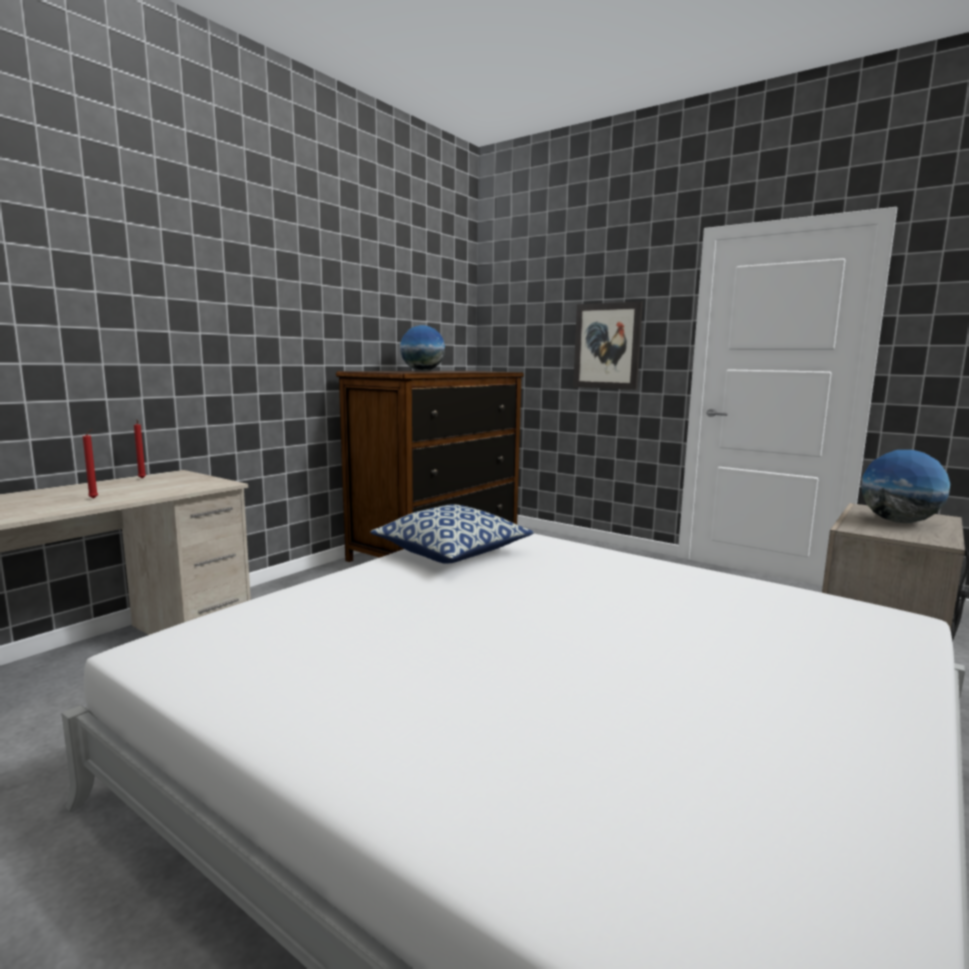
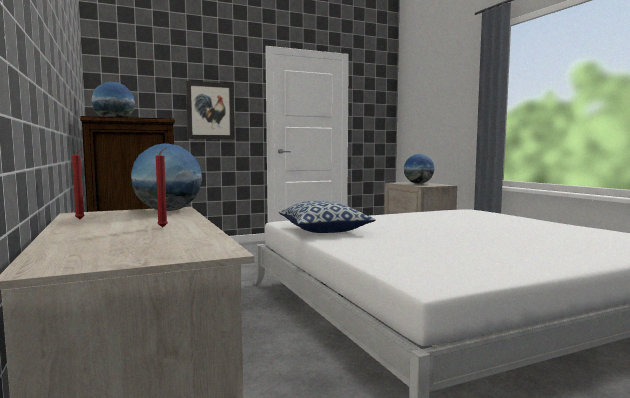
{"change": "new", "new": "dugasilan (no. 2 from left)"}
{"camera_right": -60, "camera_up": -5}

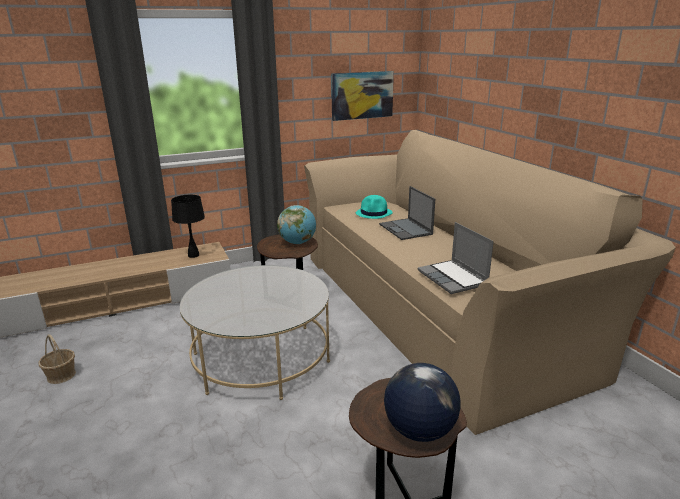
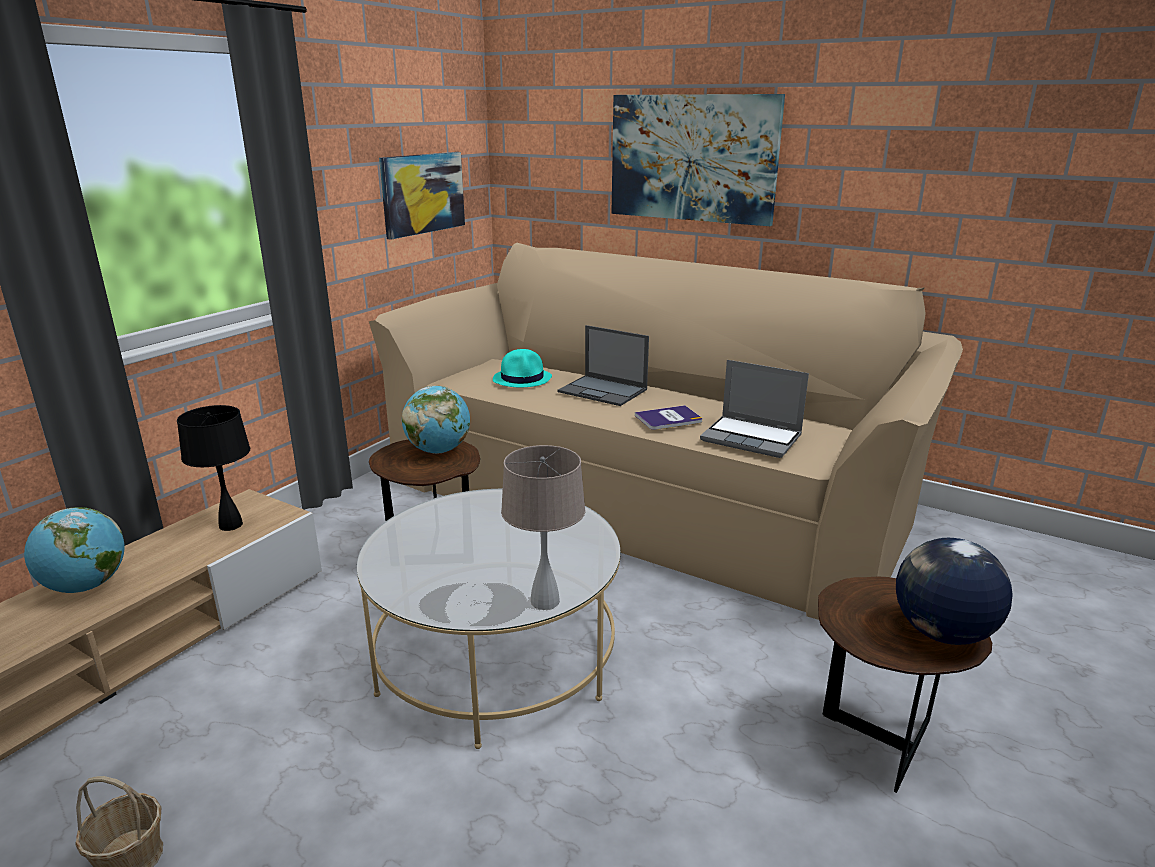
{"change": "new", "new": "dugasilan (no. 1 from left)"}
{"change": "new", "new": "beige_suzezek"}
{"change": "new", "new": "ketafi (no. 2 from left)"}
{"change": "new", "new": "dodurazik"}
{"camera_right": -35, "camera_up": 0}

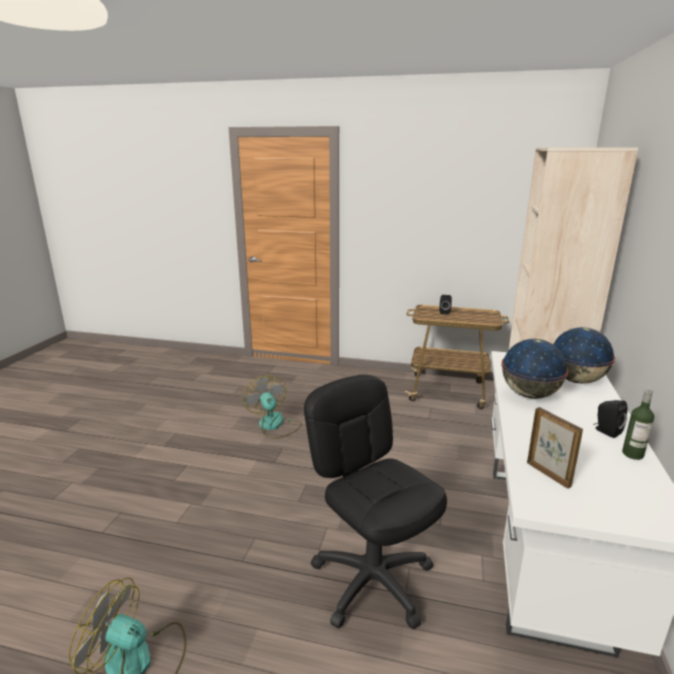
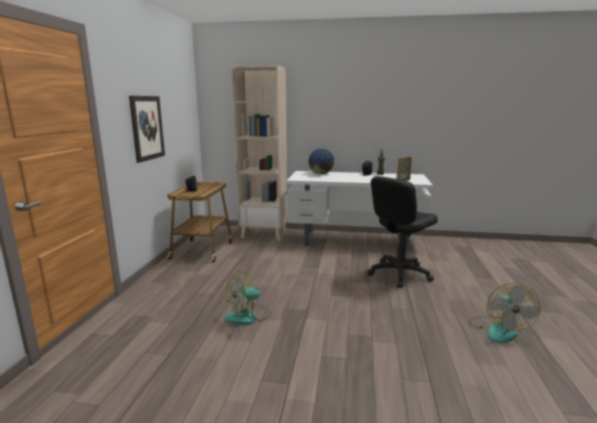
{"change": "gone", "old": "dugasilan (no. 1 from left)"}
{"change": "new", "new": "ketafi"}
{"camera_right": -95, "camera_up": -5}

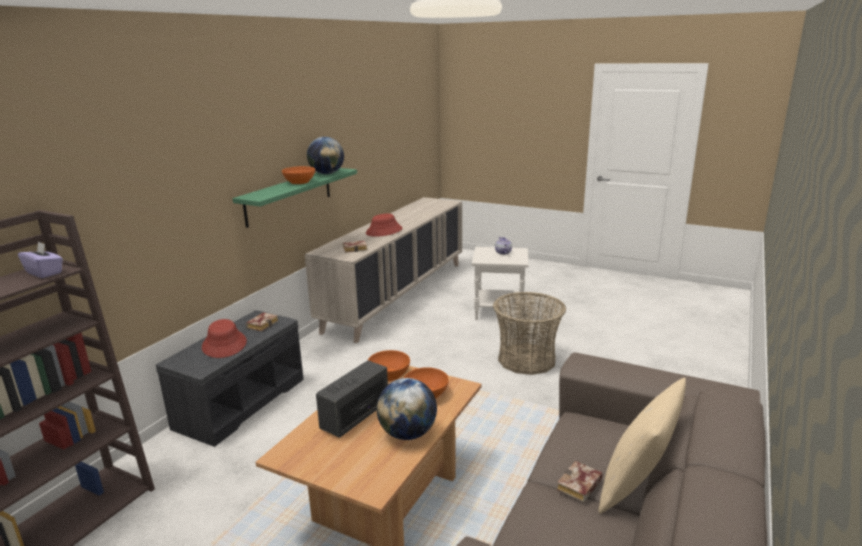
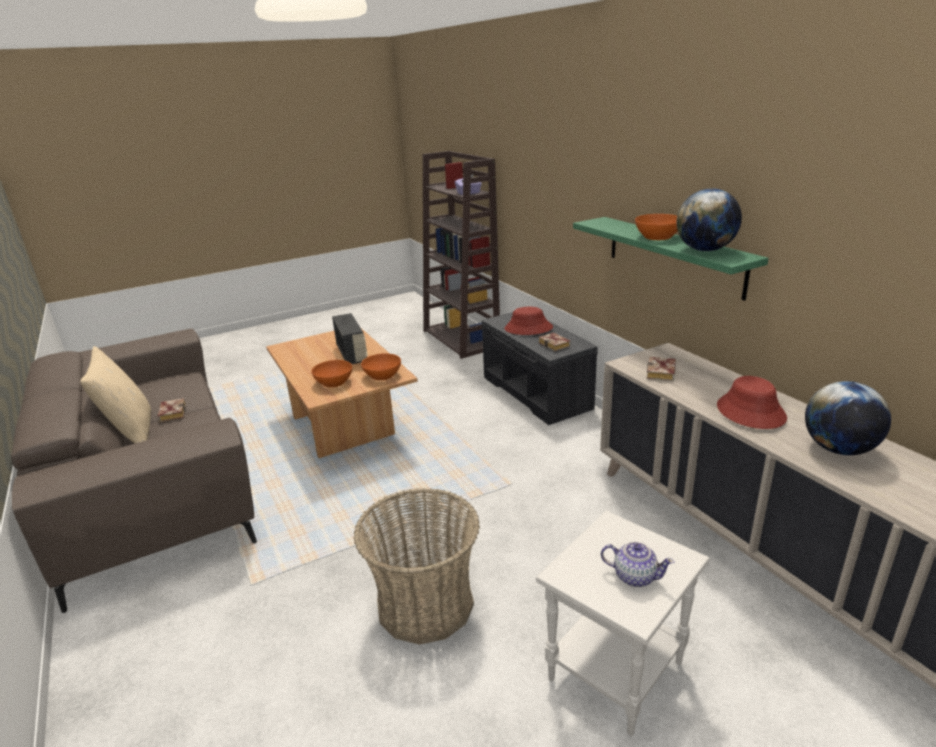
{"change": "shifted", "old": "dugasilan (no. 2 from left)"}
{"camera_right": 125, "camera_up": 5}

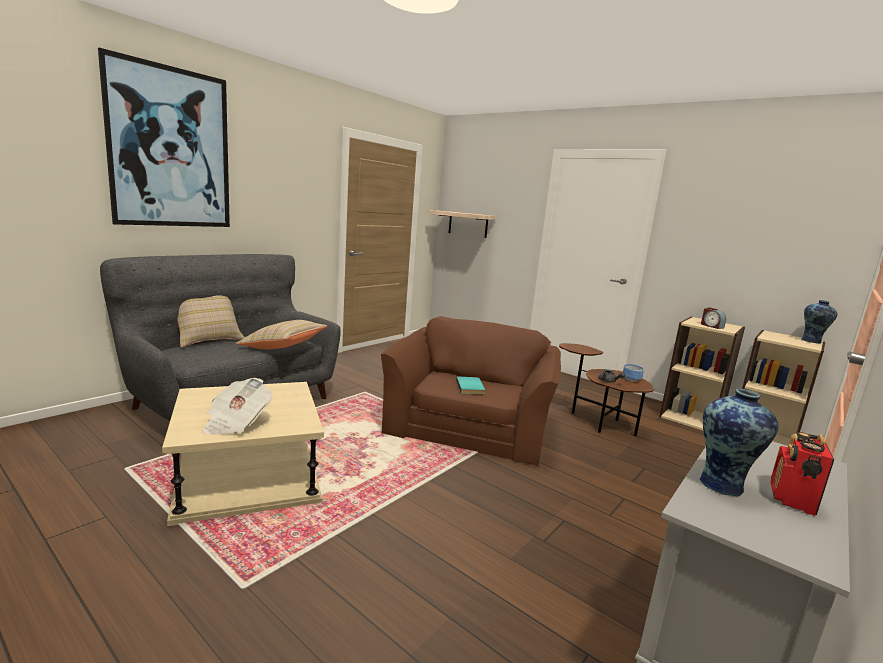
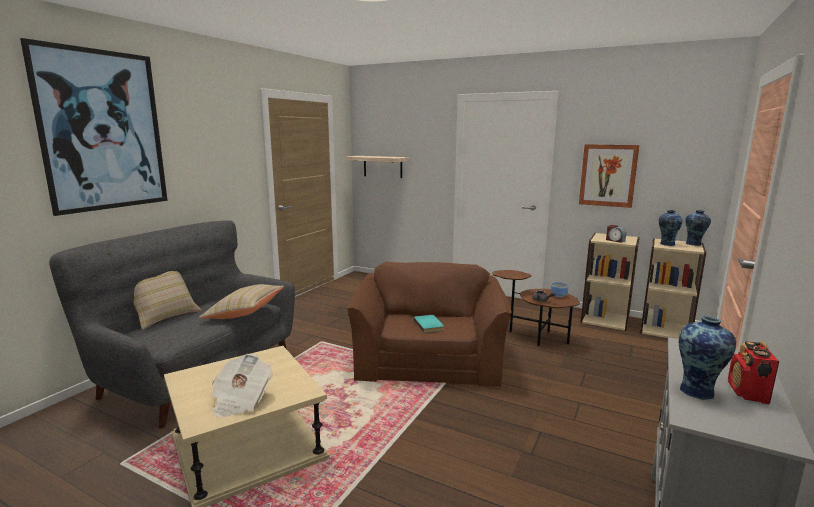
{"change": "new", "new": "ketafi (no. 2 from left)"}
{"change": "new", "new": "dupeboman (no. 1 from left)"}
{"camera_right": -10, "camera_up": 0}

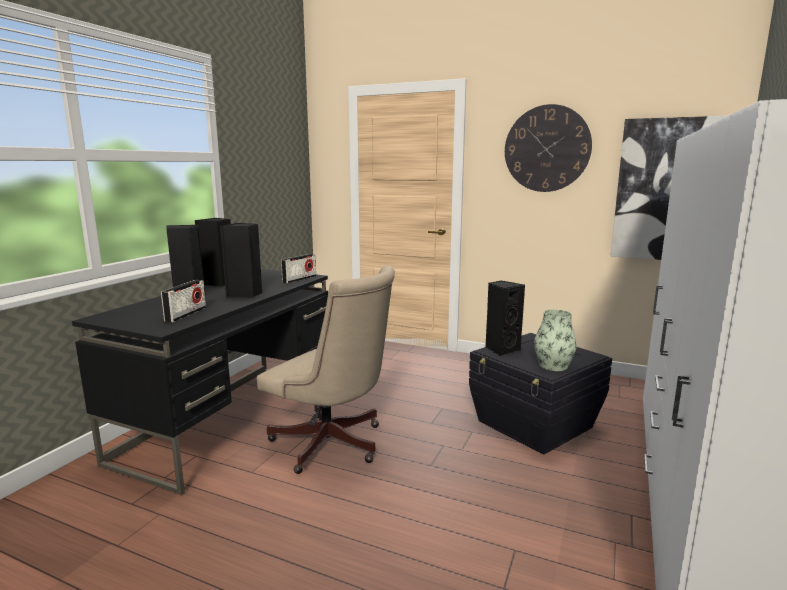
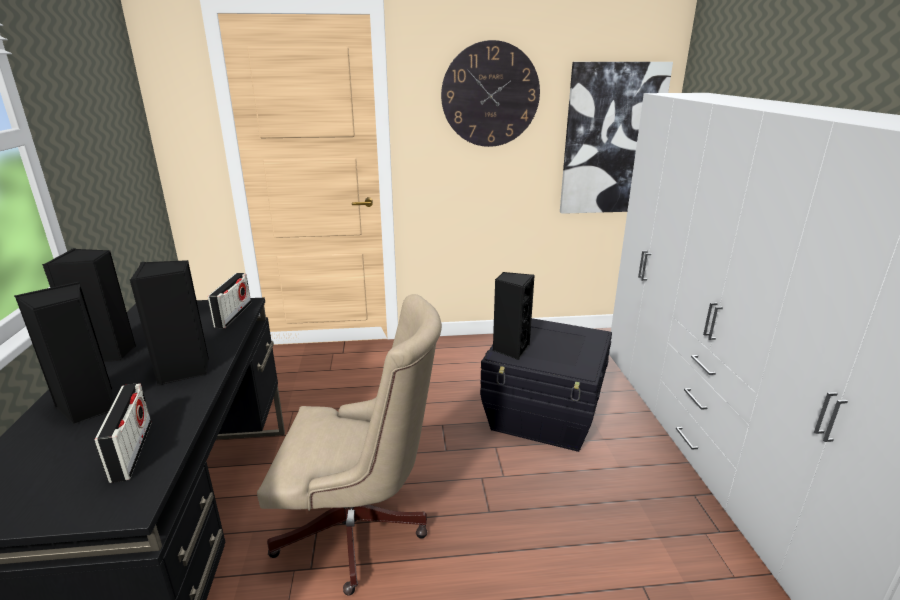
{"change": "gone", "old": "dupeboman"}
{"camera_right": -30, "camera_up": 10}

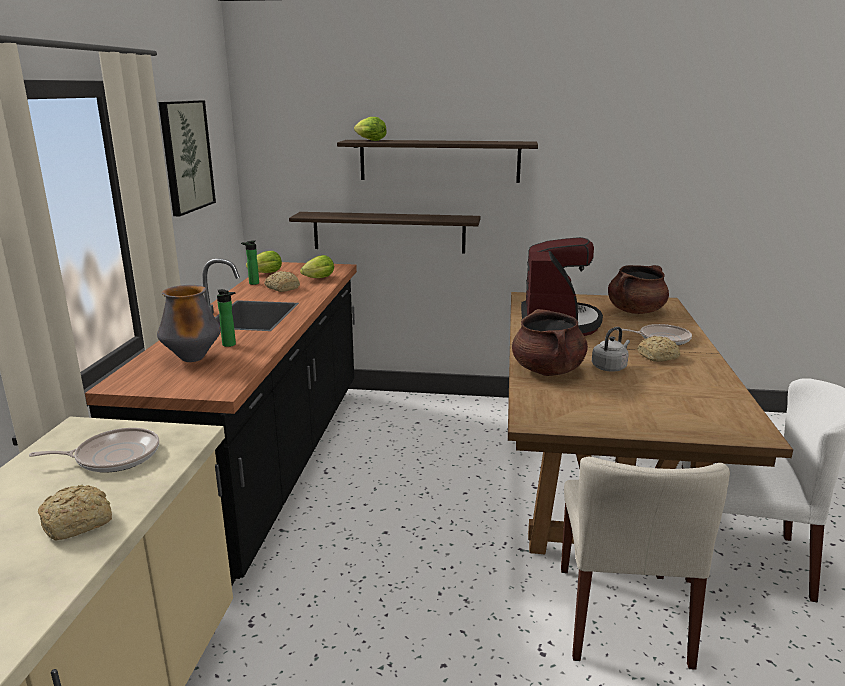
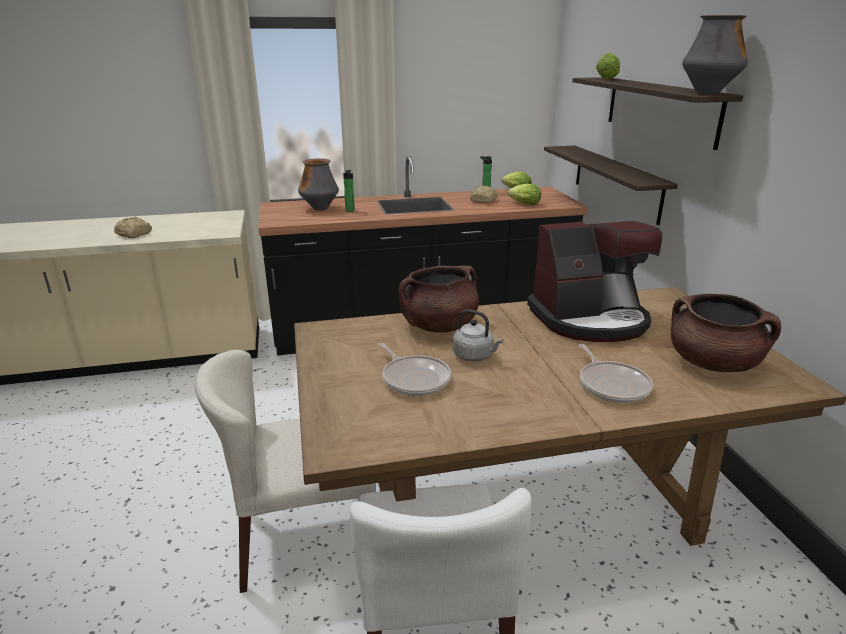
{"change": "shifted", "old": "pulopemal (no. 1 from left)"}
{"change": "gone", "old": "ketafi"}
{"change": "gone", "old": "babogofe (no. 3 from left)"}
{"change": "new", "new": "dupeboman (no. 2 from left)"}
{"camera_right": 70, "camera_up": 5}

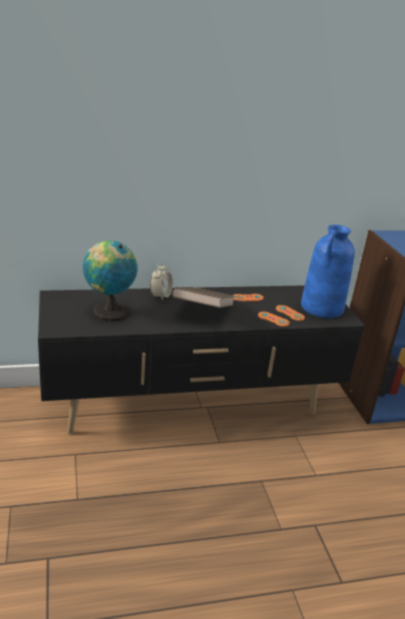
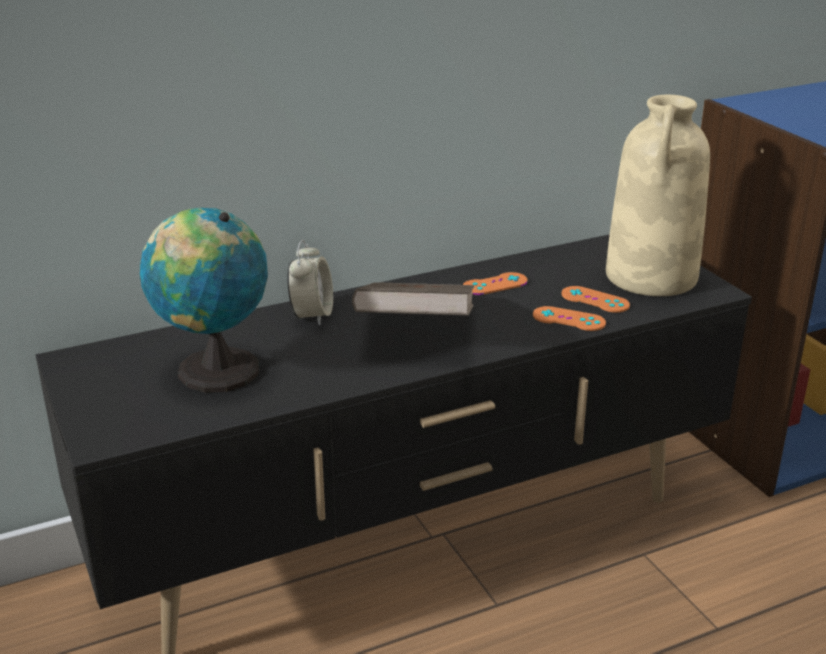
{"change": "repainted", "old": "blue_dupeboman", "new": "beige_dupeboman"}
{"camera_right": -10, "camera_up": 0}

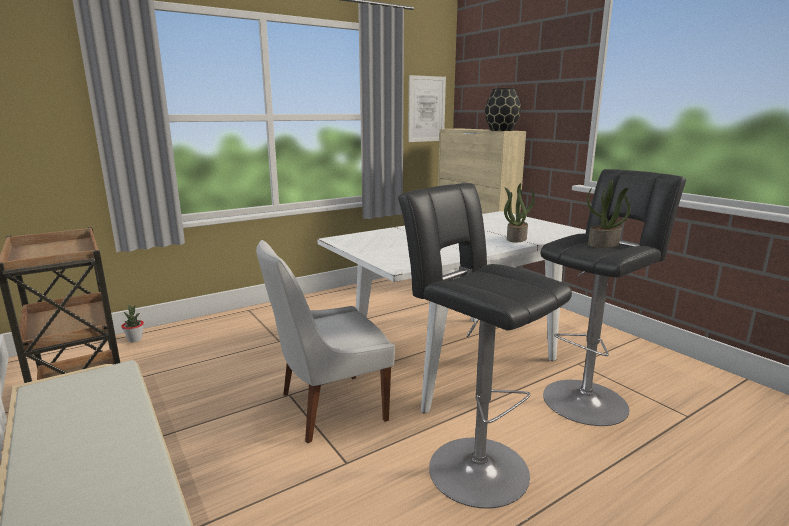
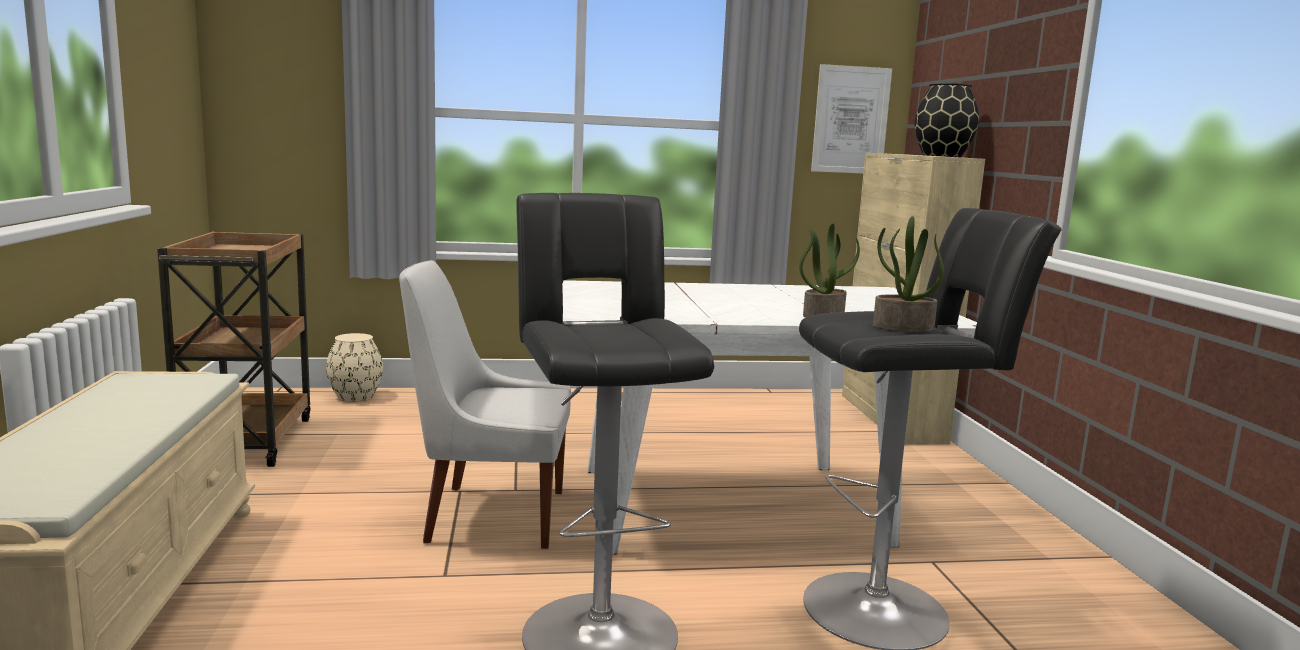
{"change": "swapped", "old": "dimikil (no. 1 from left)", "new": "beige_dupeboman"}
{"camera_right": 25, "camera_up": -5}

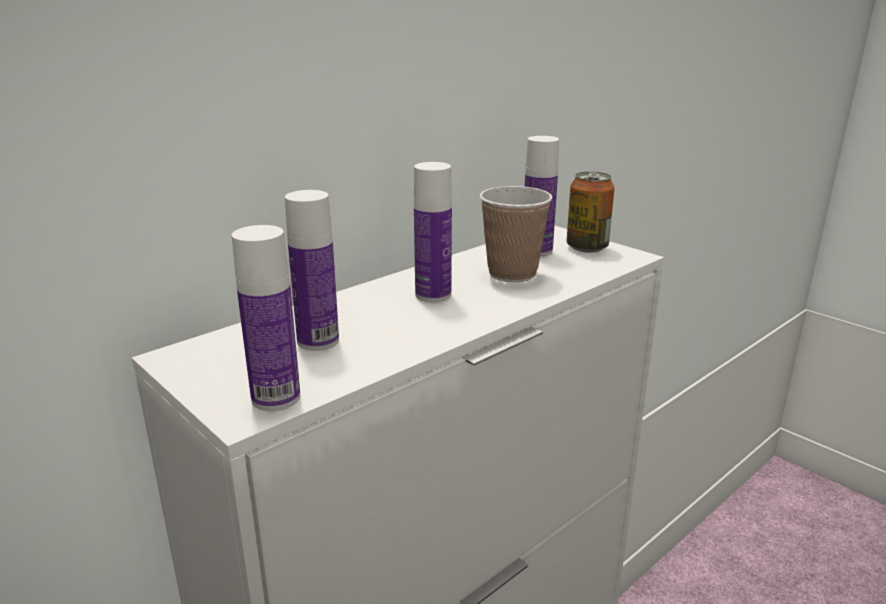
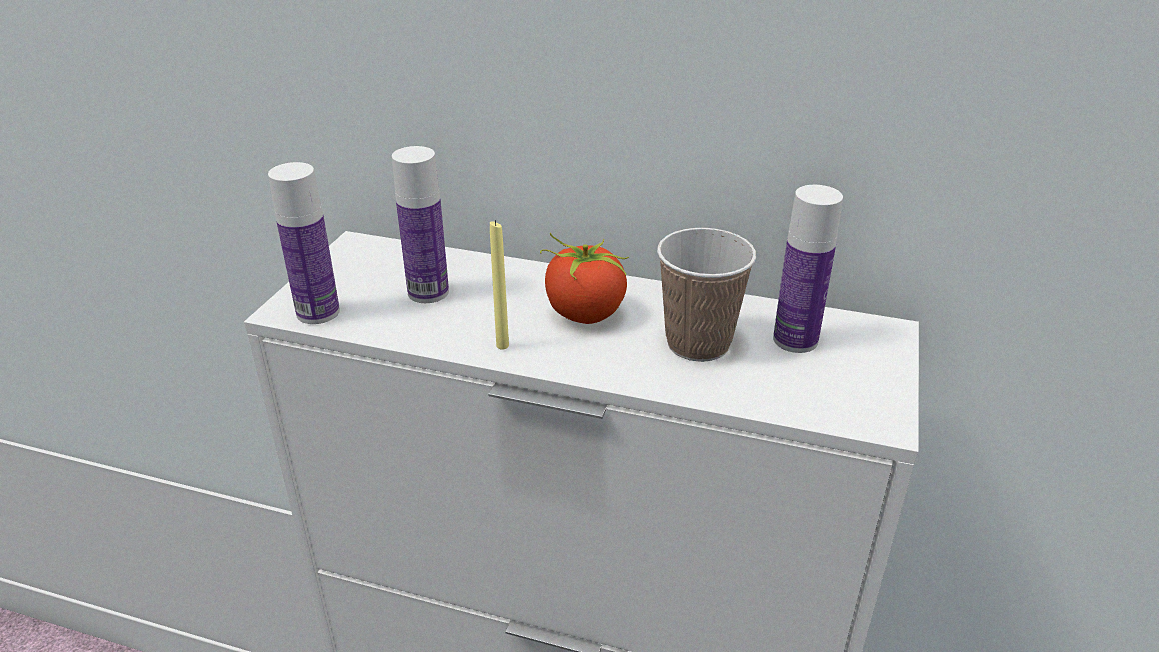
{"change": "swapped", "old": "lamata (no. 3 from left)", "new": "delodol"}
{"change": "gone", "old": "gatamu"}
{"change": "new", "new": "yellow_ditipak"}
{"camera_right": 60, "camera_up": 10}

